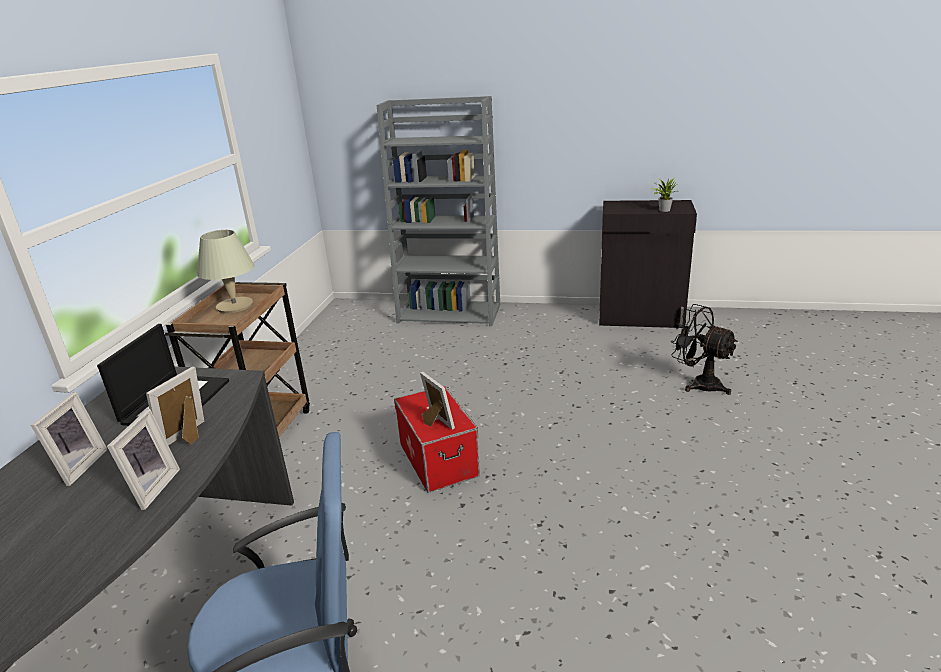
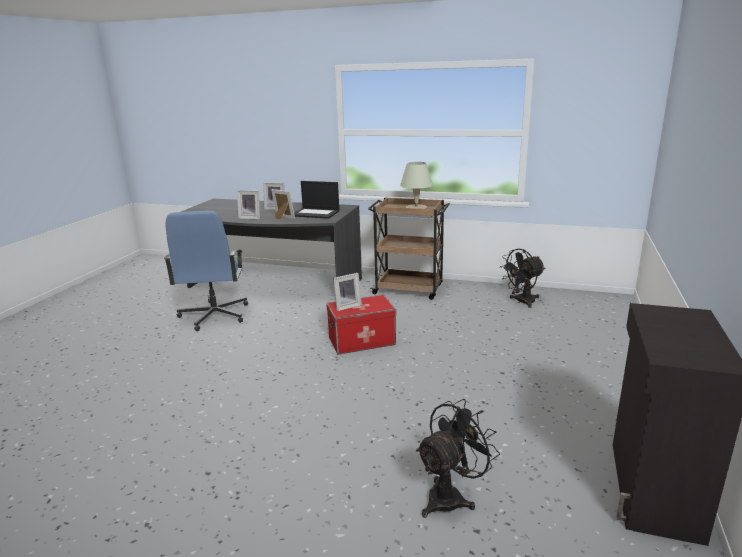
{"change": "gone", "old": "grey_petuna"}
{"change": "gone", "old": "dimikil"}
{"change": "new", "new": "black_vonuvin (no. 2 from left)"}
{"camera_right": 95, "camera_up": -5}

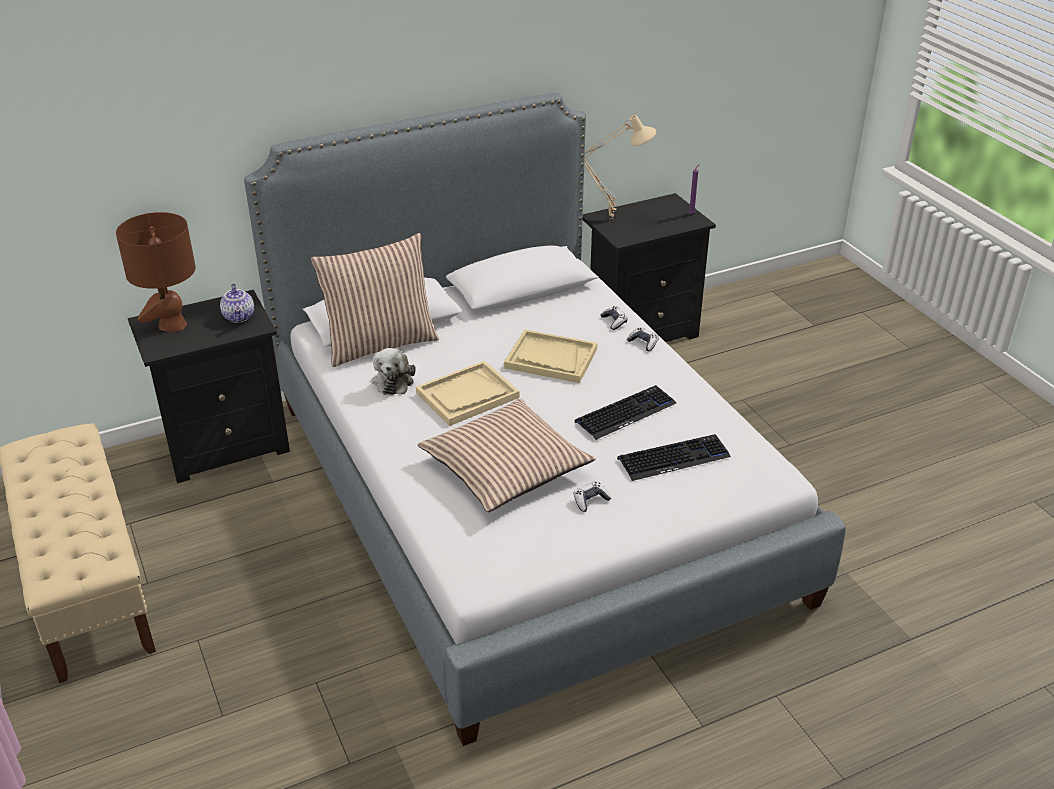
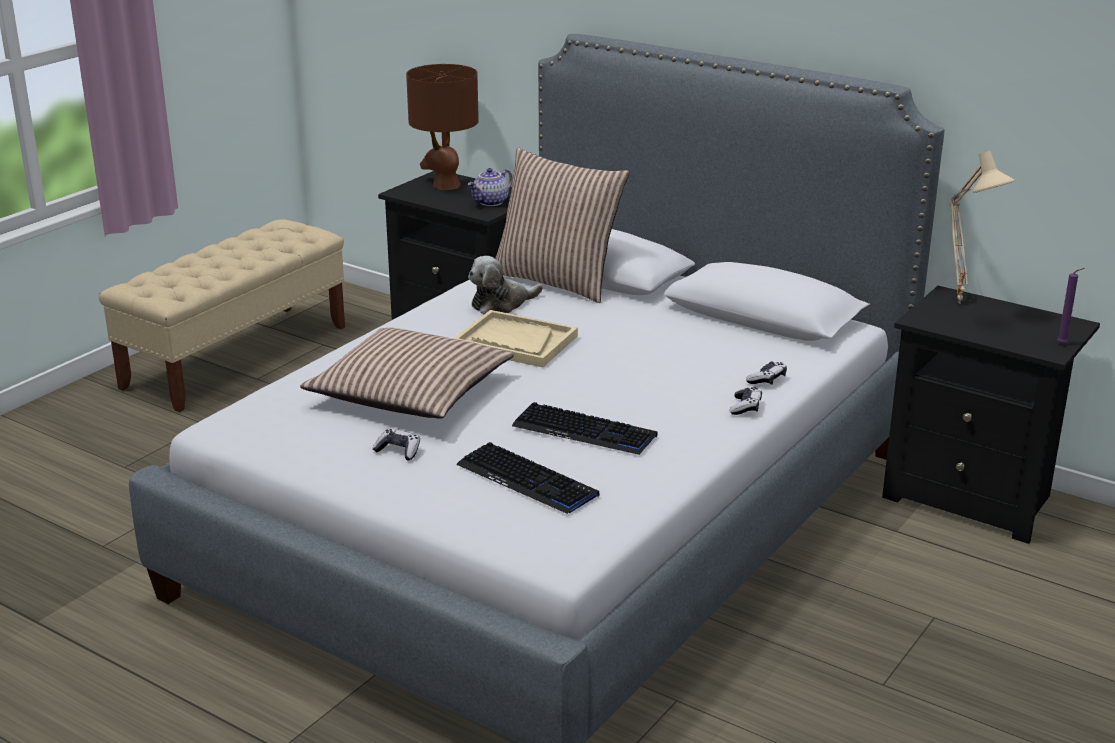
{"change": "gone", "old": "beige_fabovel (no. 2 from left)"}
{"camera_right": 60, "camera_up": -10}

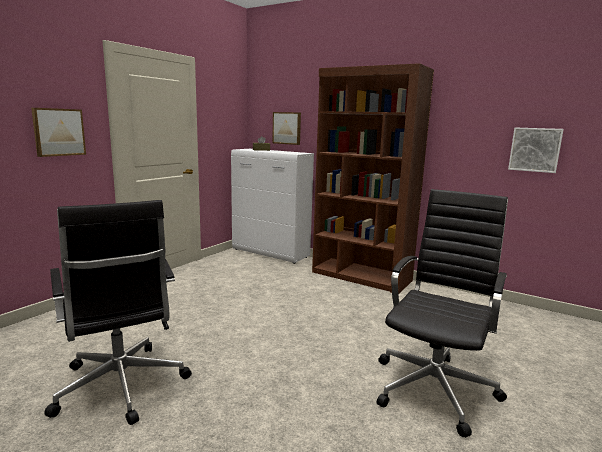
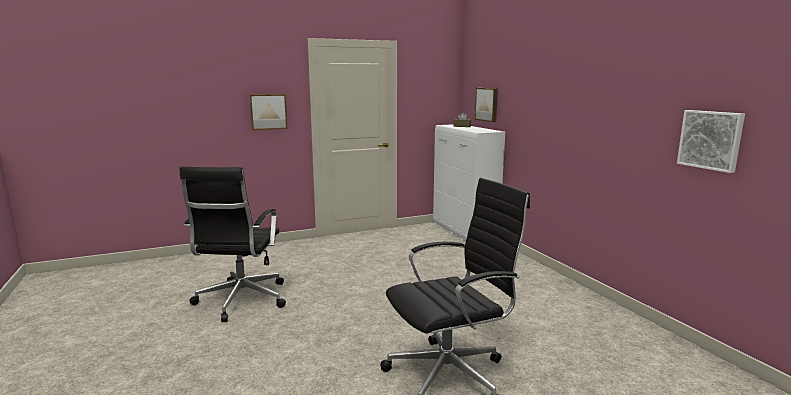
{"change": "gone", "old": "brown_petuna"}
{"camera_right": 35, "camera_up": 0}

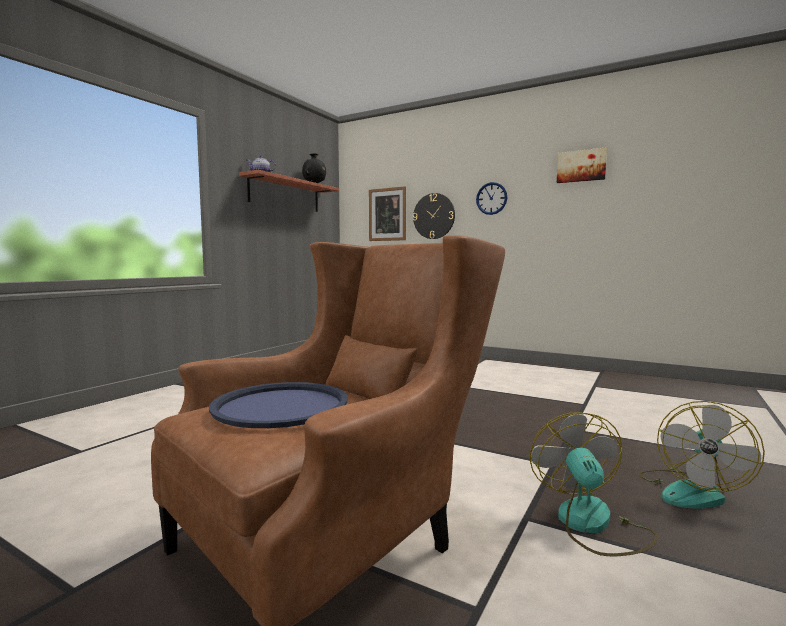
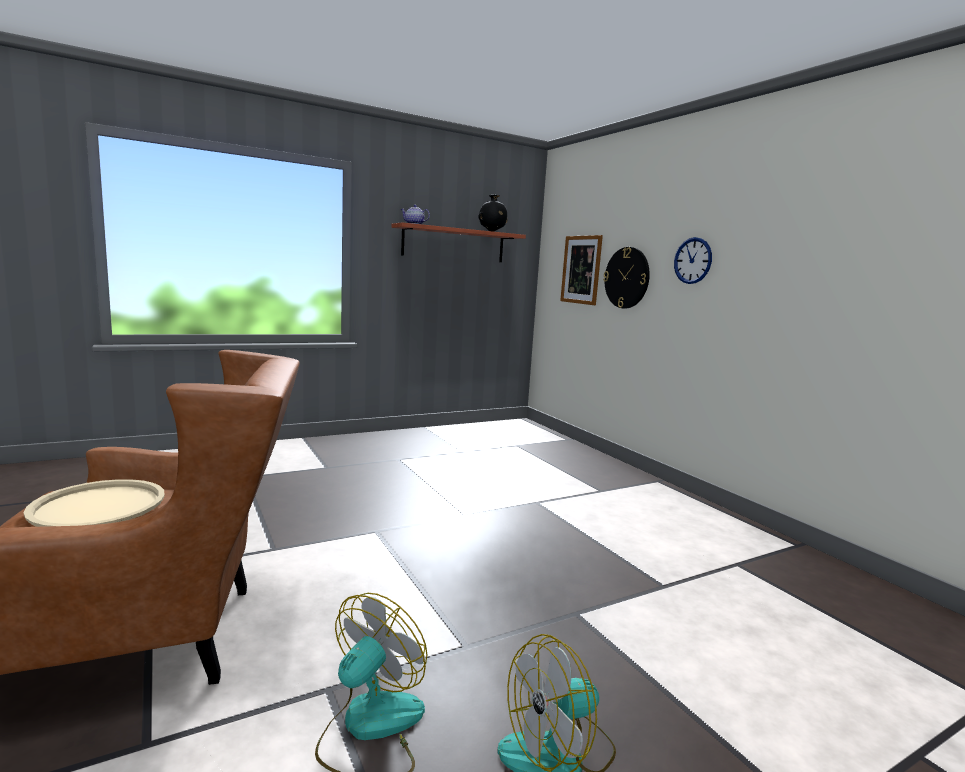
{"change": "repainted", "old": "blue_fabovel", "new": "beige_fabovel"}
{"change": "gone", "old": "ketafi (no. 2 from left)"}
{"camera_right": 30, "camera_up": 5}

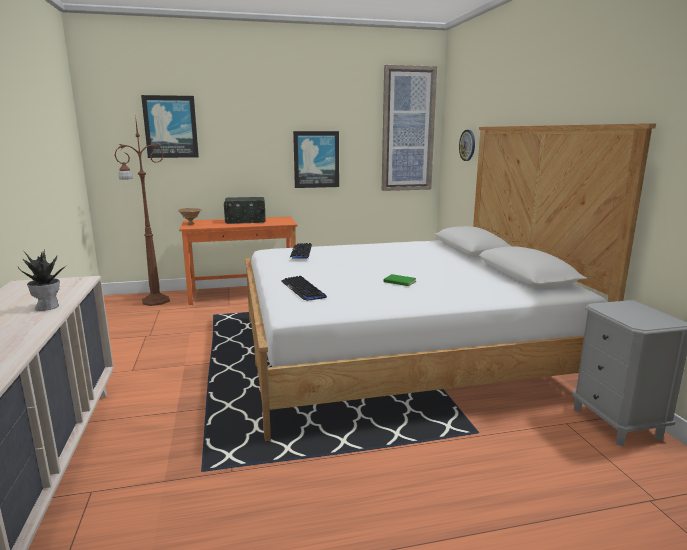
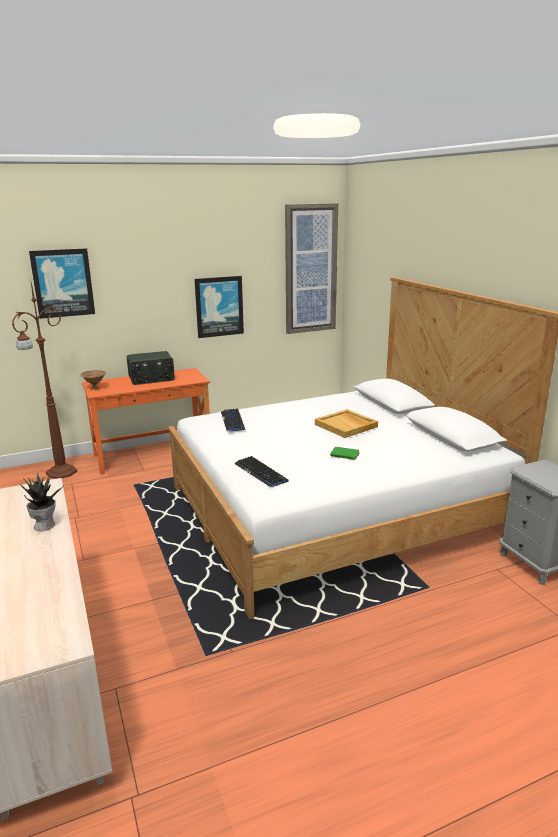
{"change": "gone", "old": "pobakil"}
{"change": "new", "new": "beige_fabovel"}
{"camera_right": -10, "camera_up": 5}

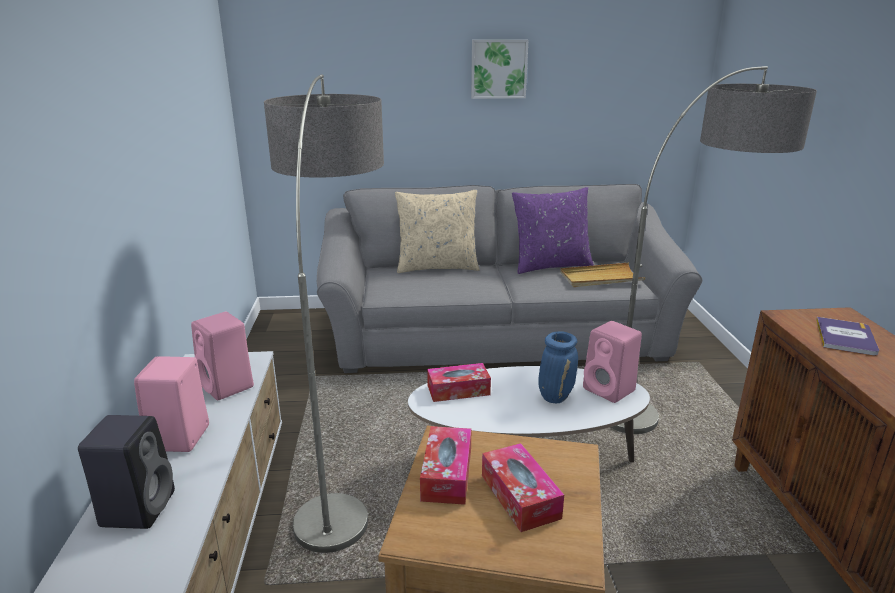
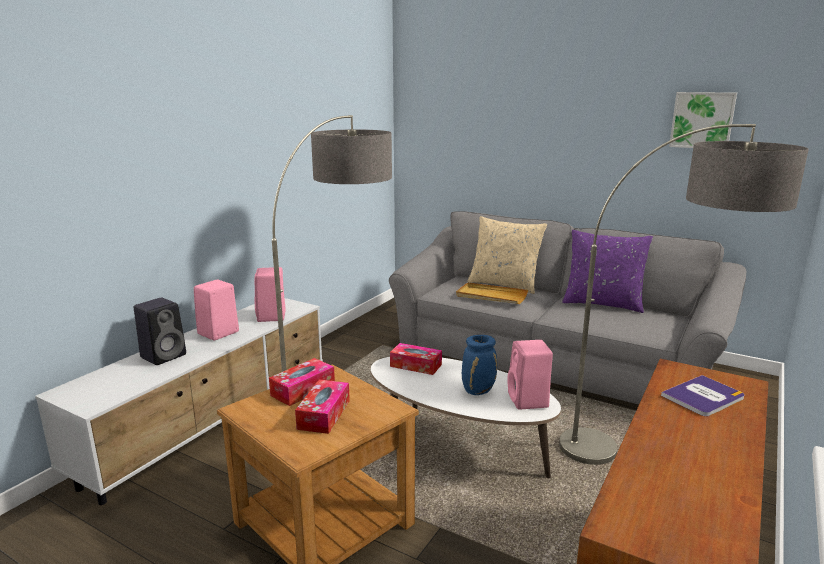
{"change": "shifted", "old": "ketafi"}
{"change": "shifted", "old": "beige_fabovel"}
{"camera_right": 35, "camera_up": -5}

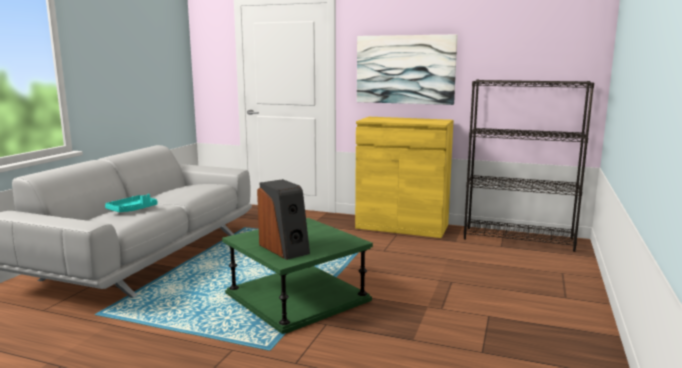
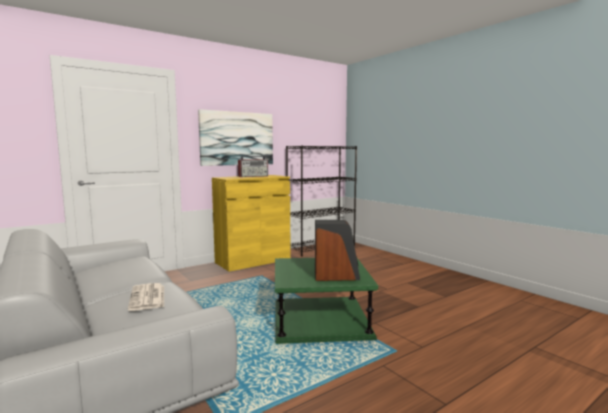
{"change": "swapped", "old": "turquoise_fabovel", "new": "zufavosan"}
{"change": "new", "new": "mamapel"}
{"camera_right": -55, "camera_up": -5}

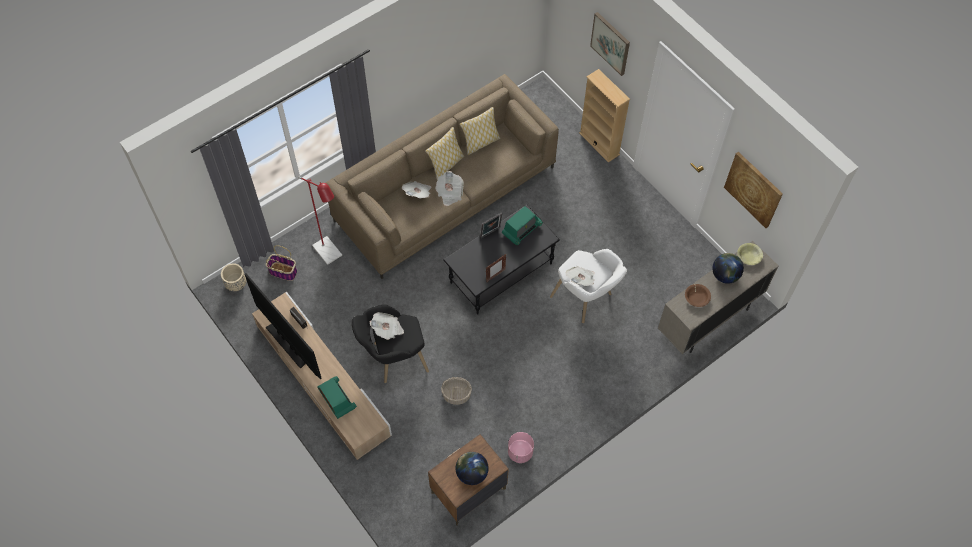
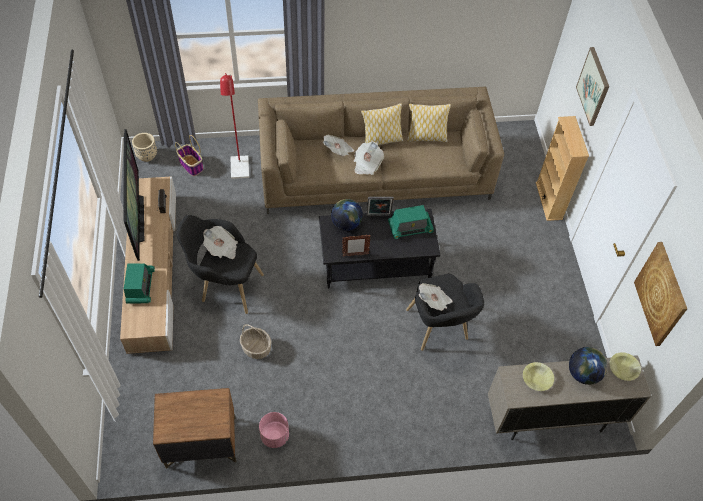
{"change": "shifted", "old": "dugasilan (no. 1 from left)"}
{"change": "repainted", "old": "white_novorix", "new": "black_novorix (no. 2 from left)"}
{"change": "repainted", "old": "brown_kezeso", "new": "yellow_kezeso (no. 1 from left)"}
{"camera_right": 30, "camera_up": -5}

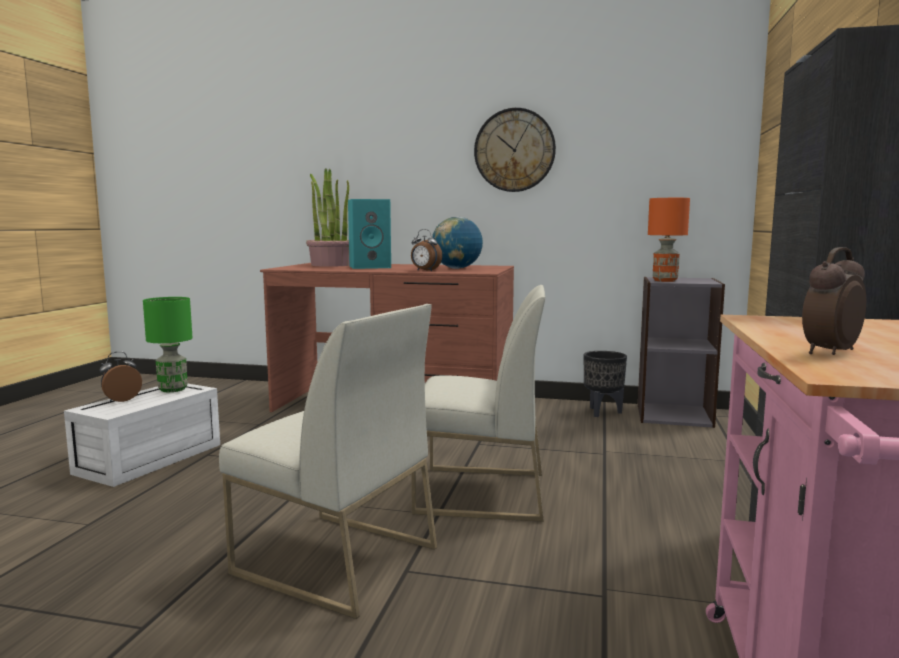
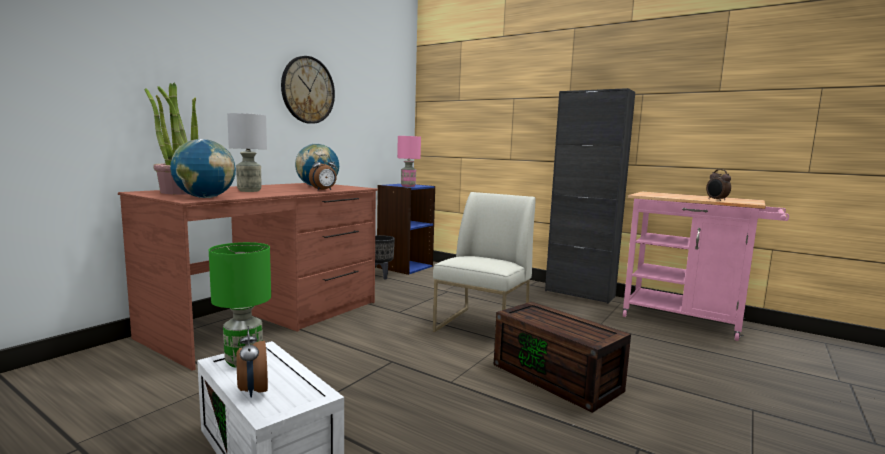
{"change": "swapped", "old": "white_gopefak (no. 1 from left)", "new": "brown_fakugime"}
{"change": "swapped", "old": "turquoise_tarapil", "new": "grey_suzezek"}
{"change": "repainted", "old": "grey_petuna", "new": "blue_petuna"}
{"change": "repainted", "old": "orange_suzezek", "new": "pink_suzezek"}
{"change": "new", "new": "dugasilan (no. 1 from left)"}
{"camera_right": -70, "camera_up": 0}

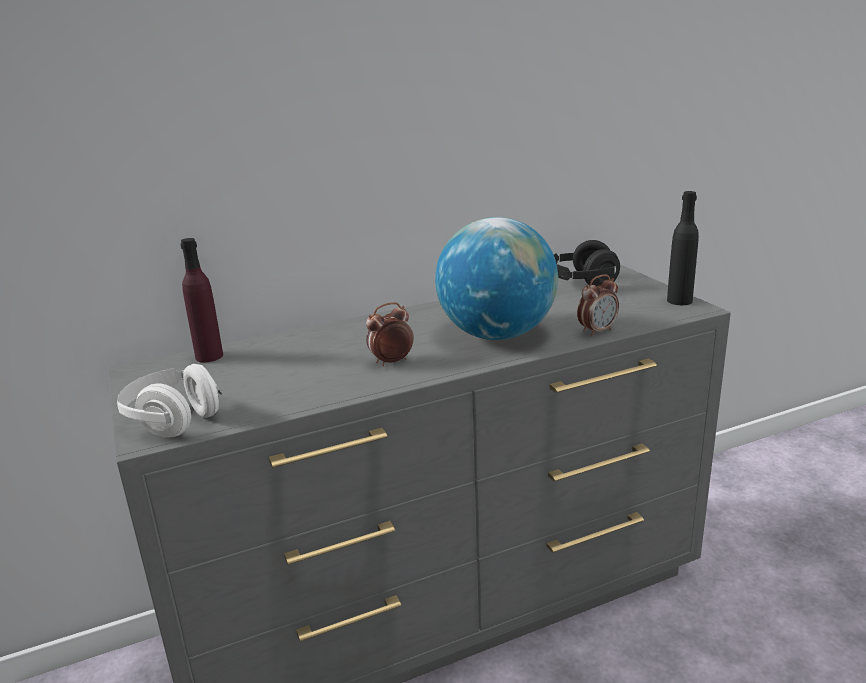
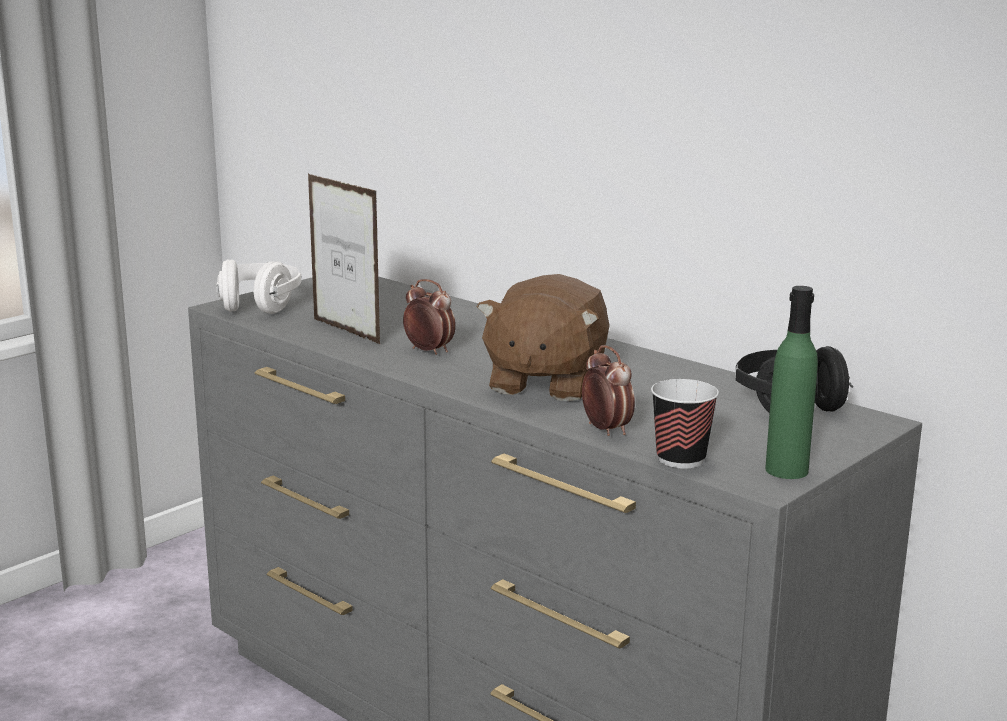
{"change": "gone", "old": "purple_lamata"}
{"change": "swapped", "old": "dugasilan", "new": "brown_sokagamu"}
{"change": "rotated", "old": "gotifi (no. 2 from left)", "degrees": -150}
{"change": "repainted", "old": "black_lamata", "new": "green_lamata"}
{"change": "new", "new": "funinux"}
{"change": "new", "new": "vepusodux"}
{"camera_right": 65, "camera_up": -5}

